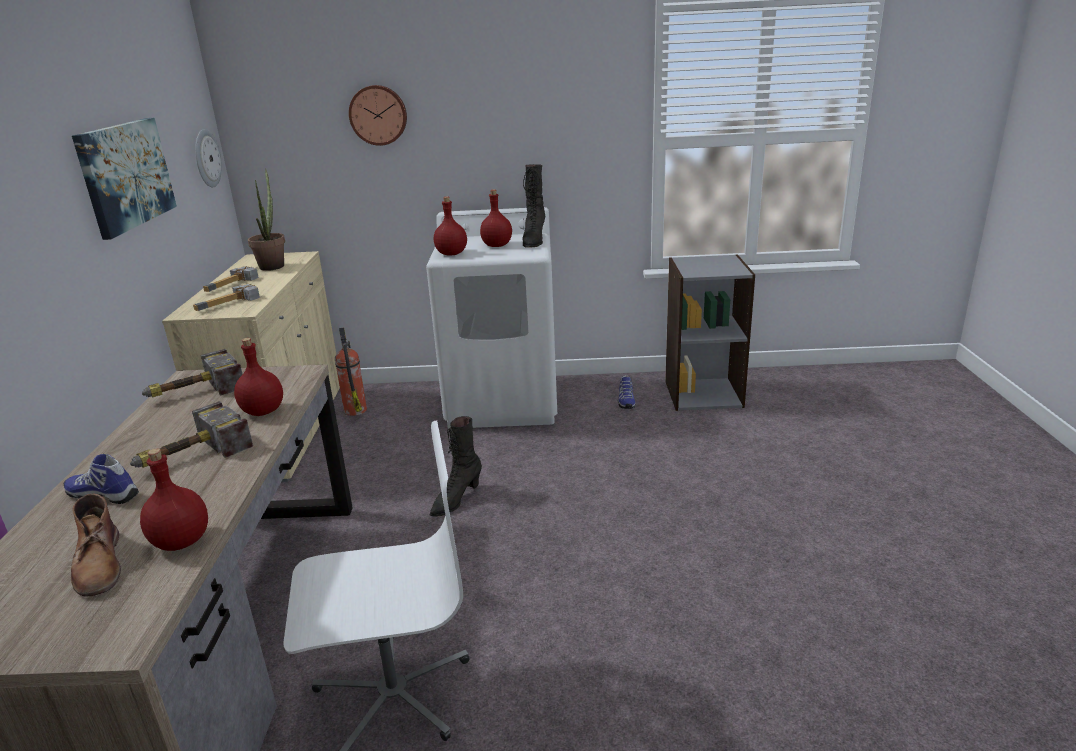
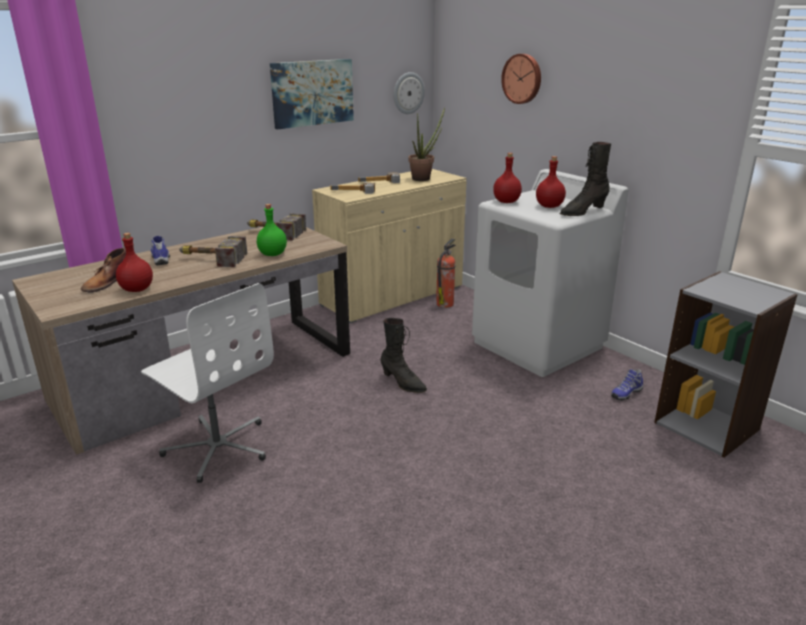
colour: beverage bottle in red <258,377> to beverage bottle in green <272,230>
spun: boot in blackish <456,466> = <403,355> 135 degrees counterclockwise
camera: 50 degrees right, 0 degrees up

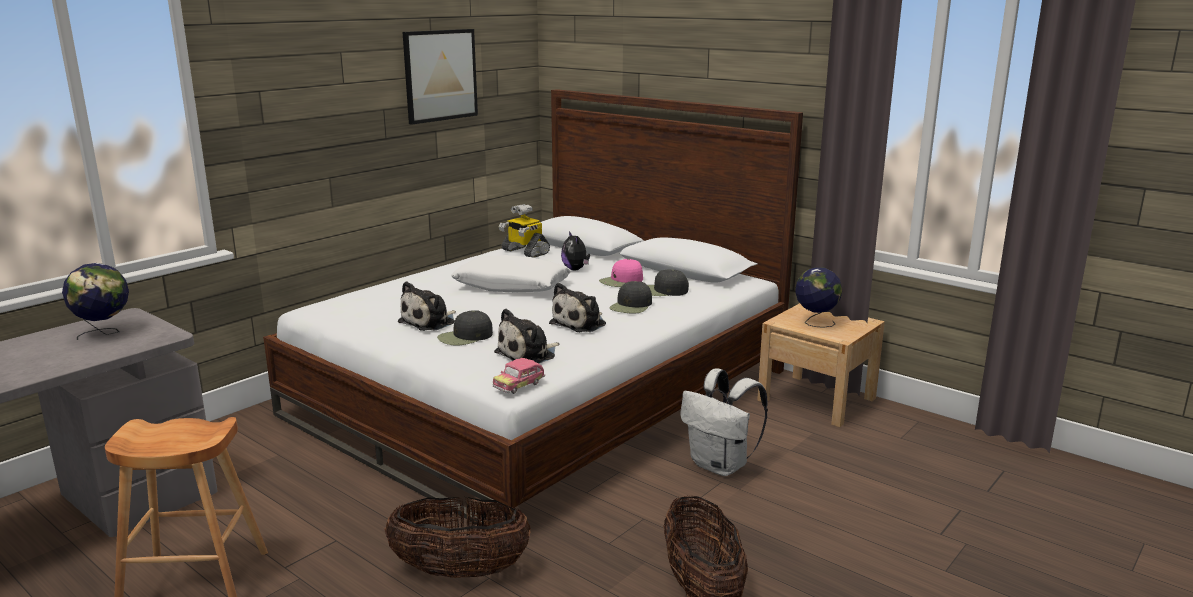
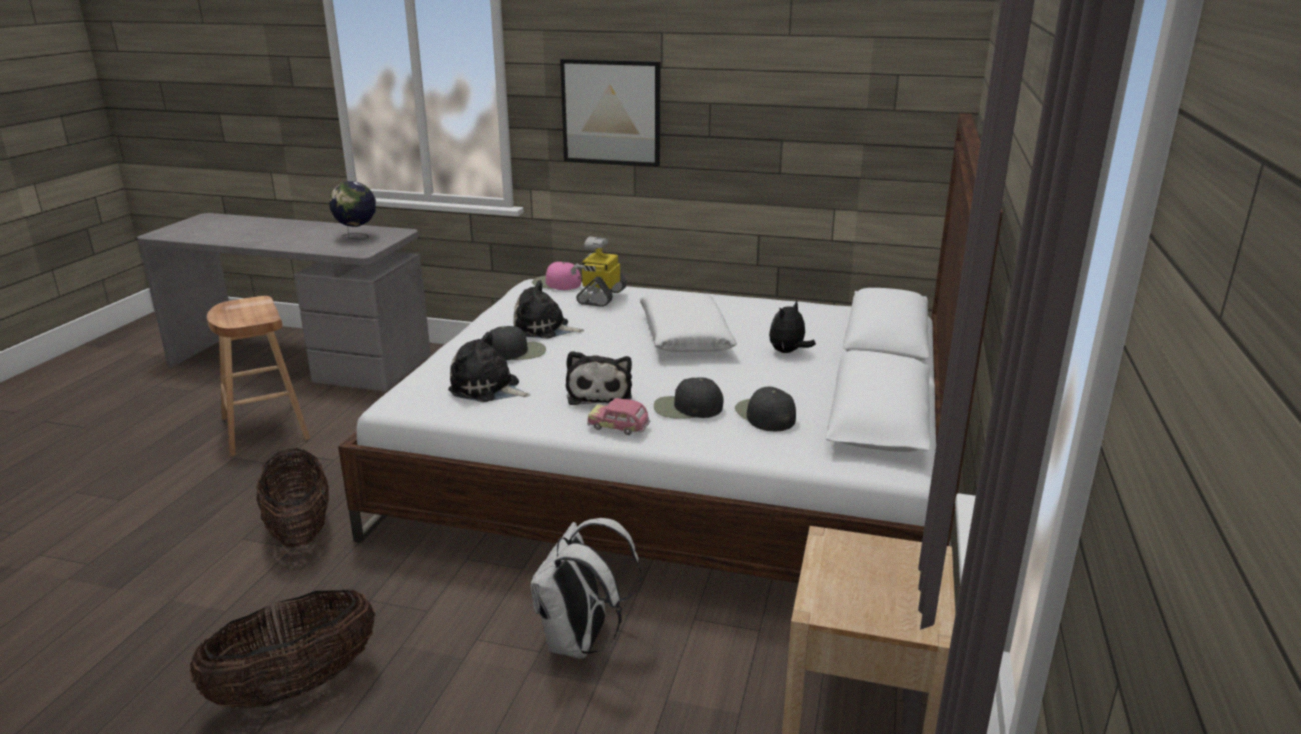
missing: desk globe <818,297>
relocated: cap in pink-coloured <621,273> to <556,276>; wall art <440,77> to <610,113>; toy robot <524,231> to <599,272>; model car <519,376> to <619,416>
spun: cap in blackish <465,328> = <518,343> 135 degrees clockwise; soft toy <577,307> = <599,378> 105 degrees counterclockwise
camera: 65 degrees right, 5 degrees up

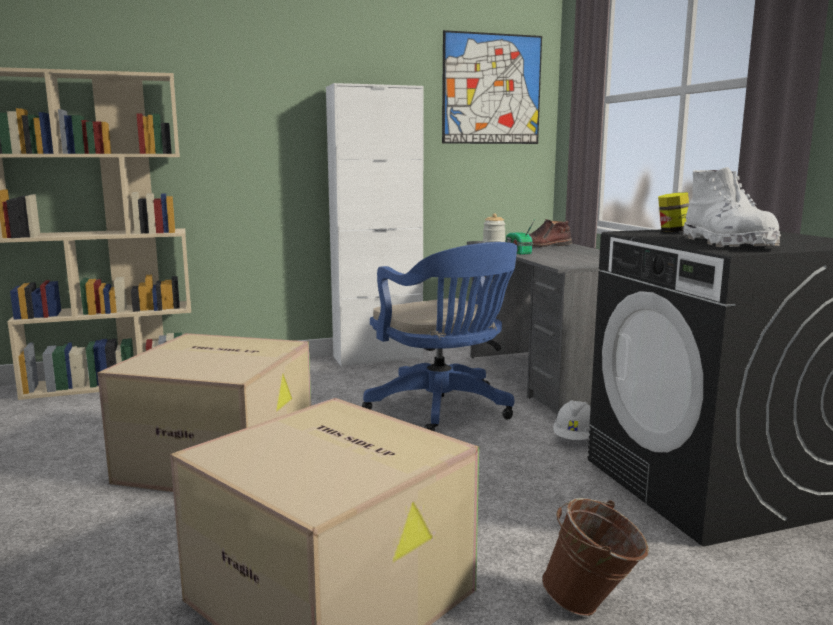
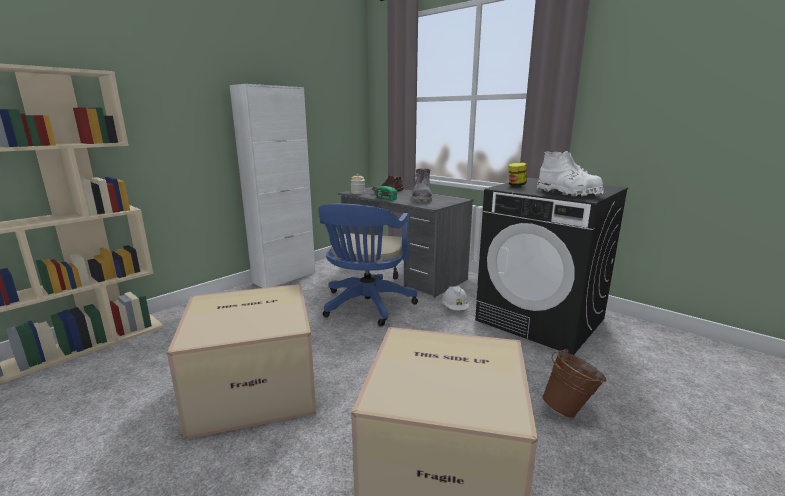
missing: wall art <492,87>
appeared: boot in greyish <421,185>
spun: office chair in blue <439,336> = <368,265> 75 degrees clockwise
camera: 30 degrees left, 5 degrees up

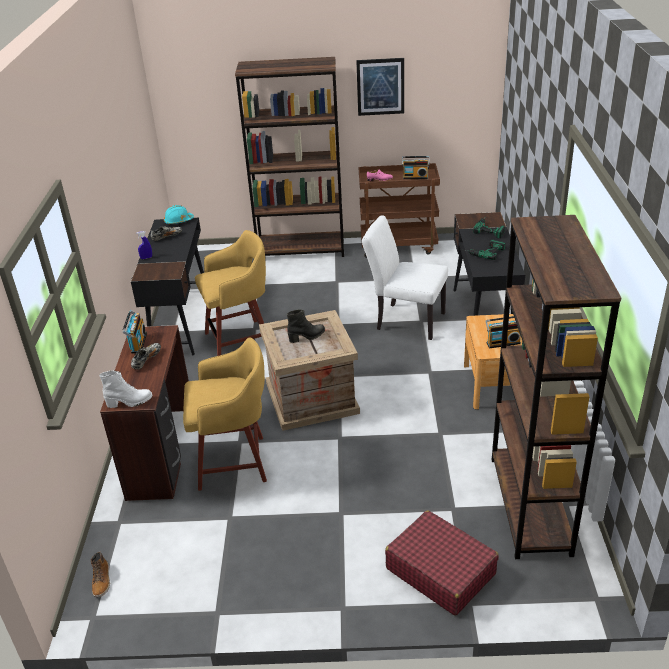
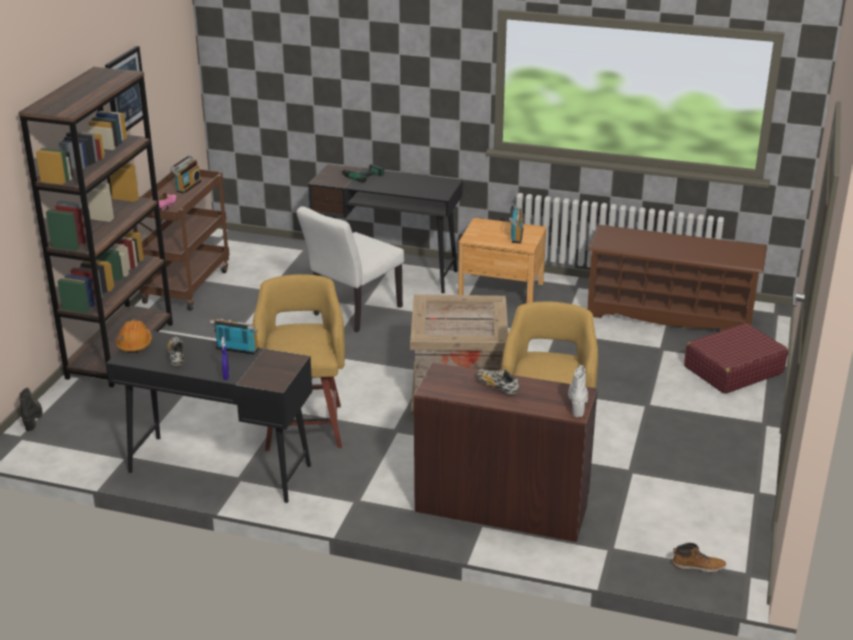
missing: electric drill <483,250>
relocated: boot in blackish <306,326> to <31,409>; radio set <134,332> to <234,337>
exchanged: bookshelf in brown <556,387> to shoe rack in brown <677,277>
colour: work helmet in blue-green <179,215> to work helmet in orange <134,336>
camera: 75 degrees left, 5 degrees down

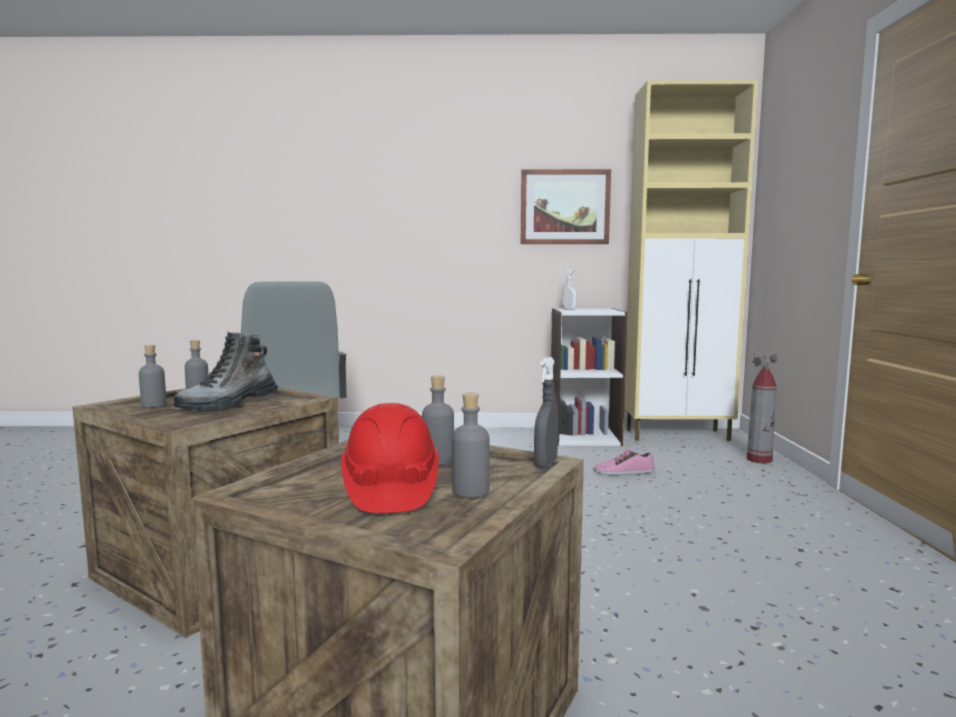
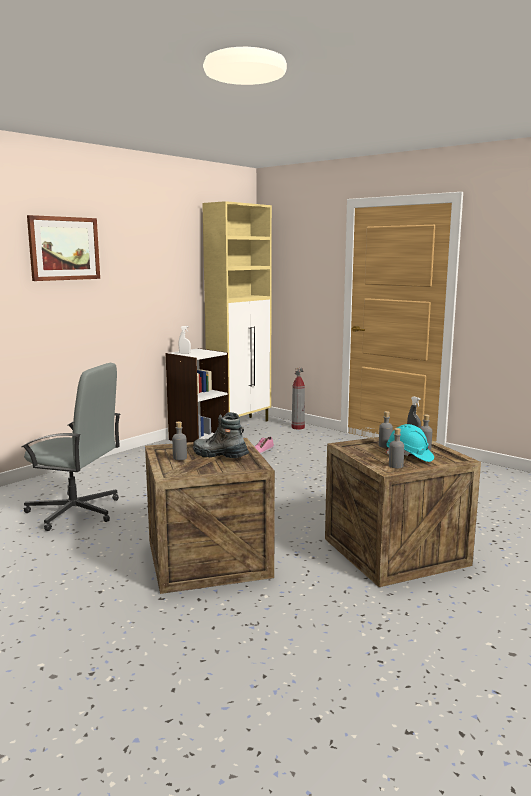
relocated: wall art <566,206> to <63,248>; beverage bottle in greyish <153,376> to <396,448>
colour: work helmet in red <390,458> to work helmet in blue-green <410,443>
spun: boot <225,372> = <221,435> 135 degrees clockwise
camera: 50 degrees left, 5 degrees up

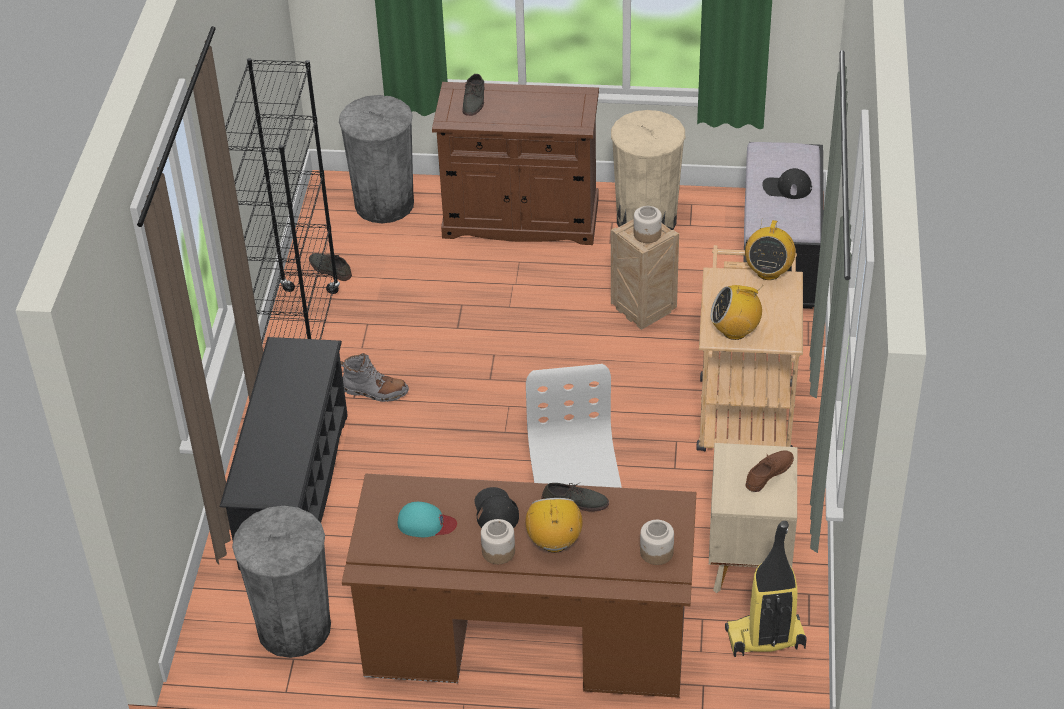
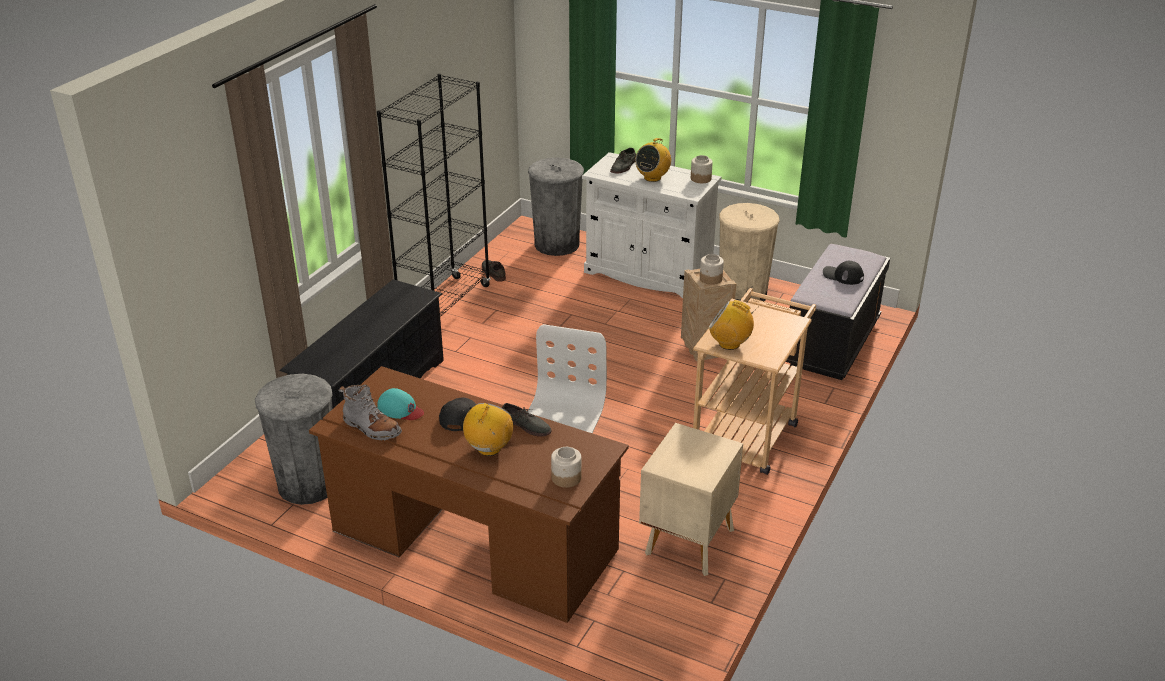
missing: hoover <766,589>; low shoe in brown <769,471>
relocated: boot in greyish <375,377> to <370,412>; radio set <770,250> to <653,160>; preserve jar <498,541> to <702,169>
colour: cupboard in brown <515,163> to cupboard in whitish <652,225>
camera: 20 degrees right, 10 degrees down

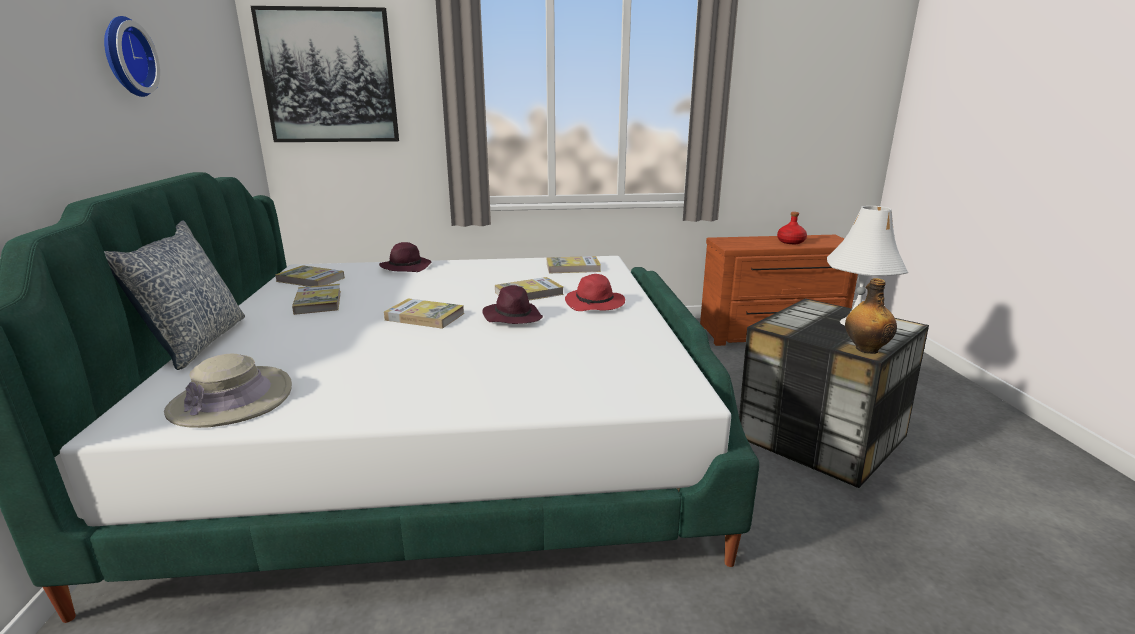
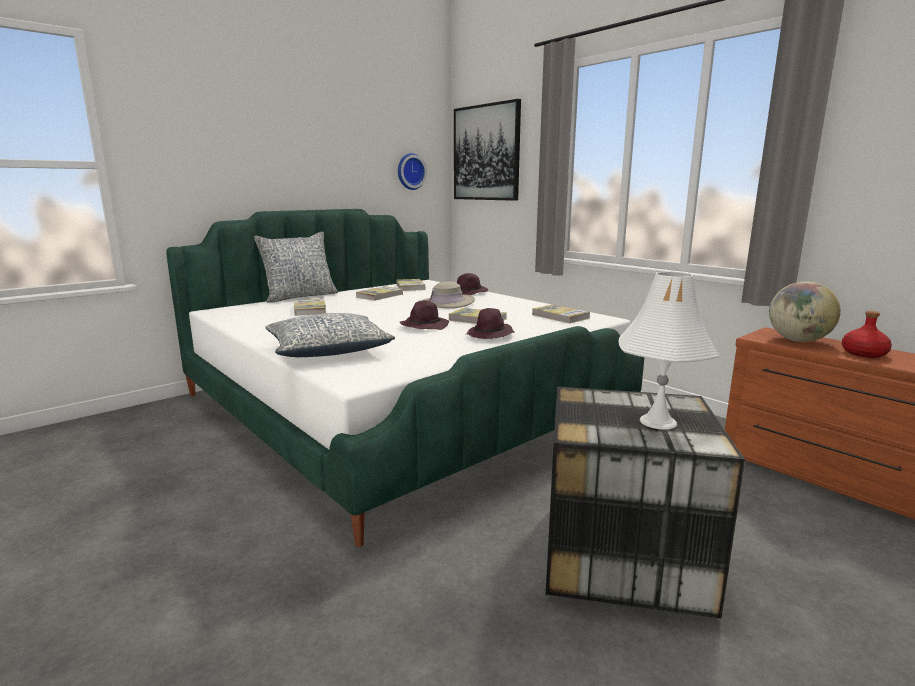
missing: beverage bottle <871,316>
appeared: throw pillow <330,335>; desk globe <805,311>
relocated: bound book <424,313> to <310,307>; clock on the wall <132,56> to <412,171>; clothing hat in sand-coloured <228,390> to <448,295>
colour: clothing hat in red <595,292> to clothing hat in purplish <491,323>
camera: 55 degrees right, 5 degrees down

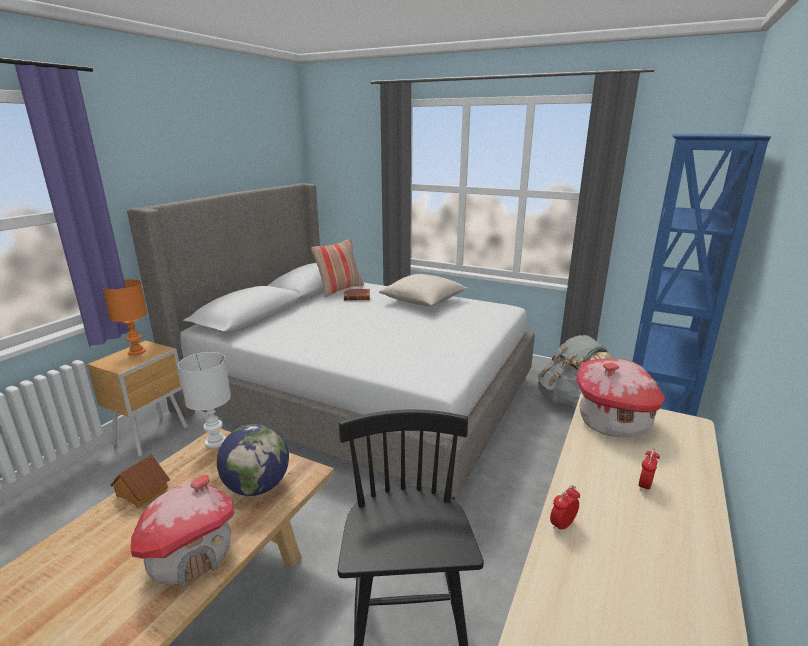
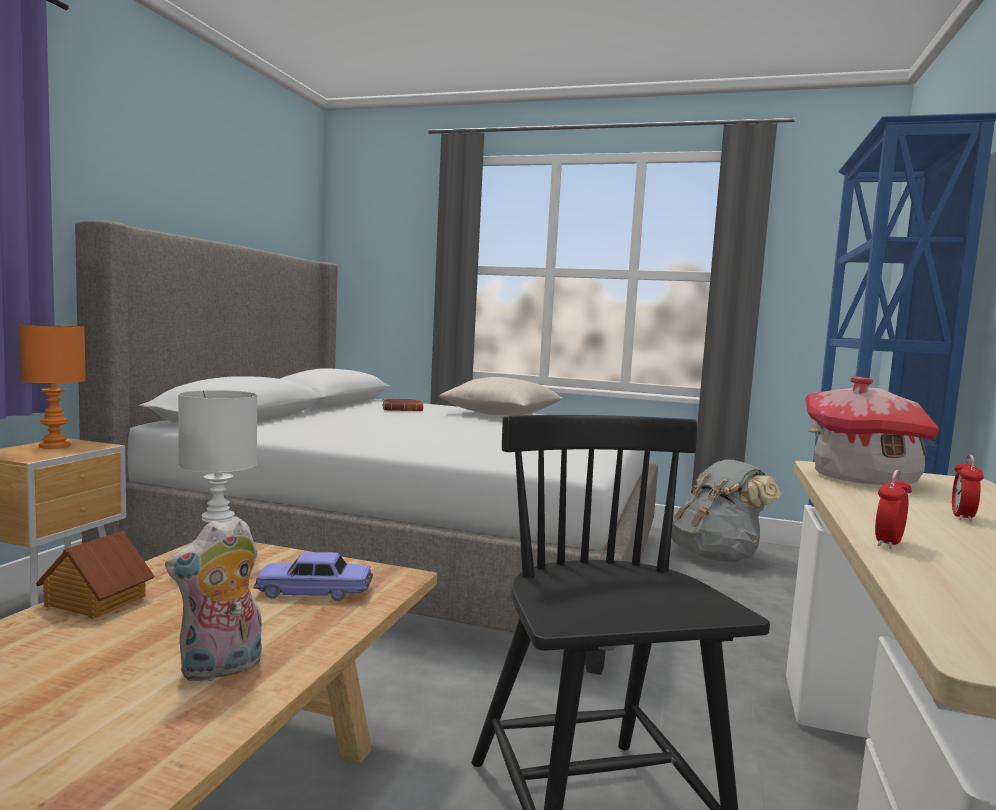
missing: throw pillow <337,268>
exchanged: model house <182,531> to soft toy <213,599>; desk globe <253,460> to model car <313,576>
camera: 10 degrees left, 15 degrees down

